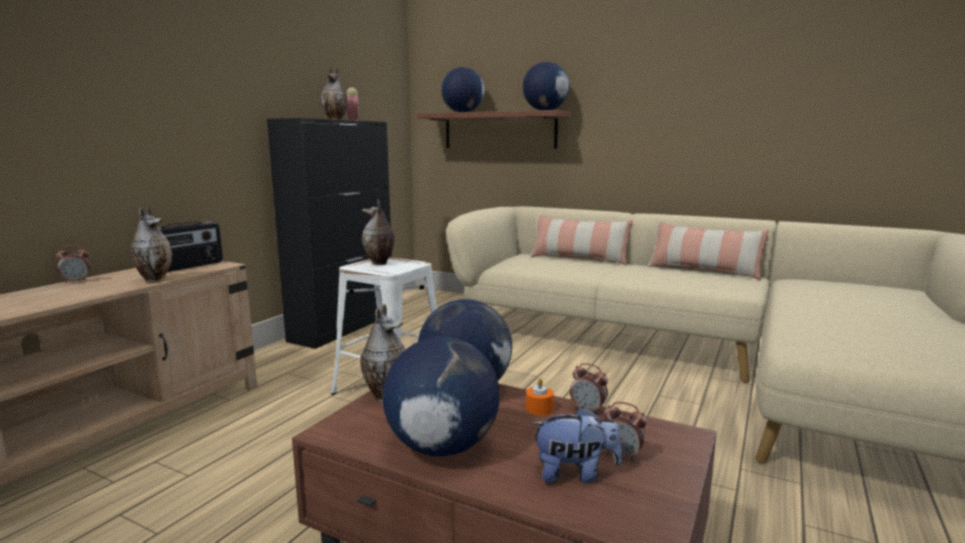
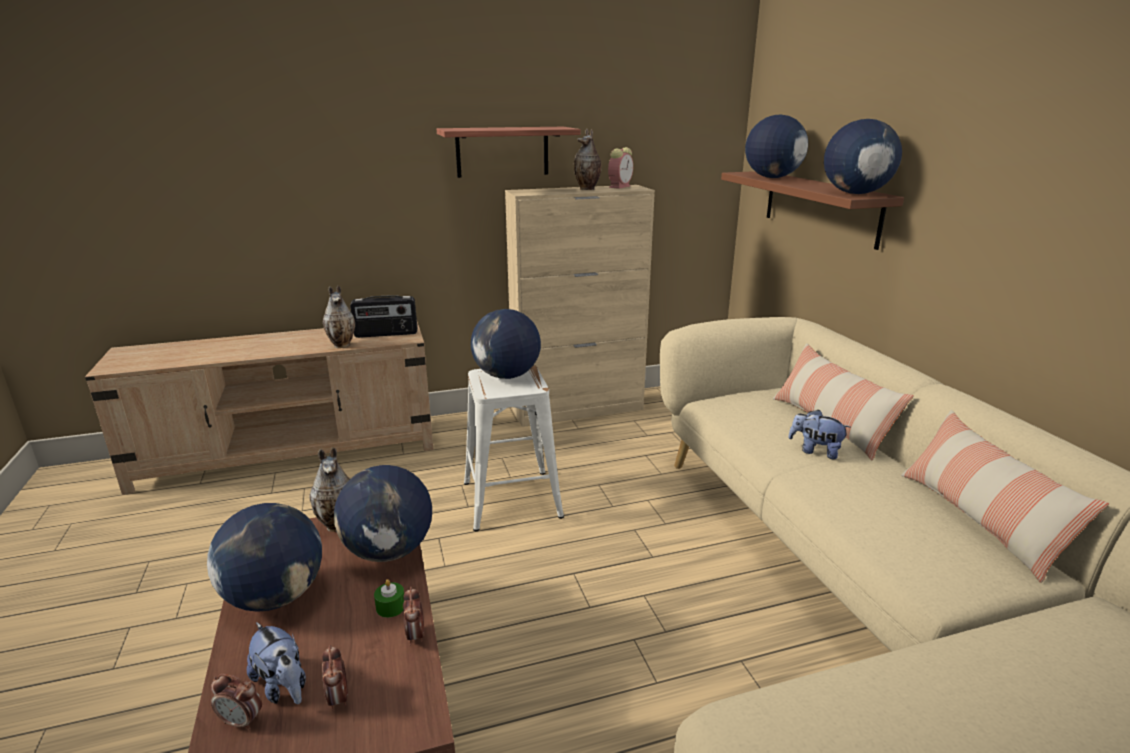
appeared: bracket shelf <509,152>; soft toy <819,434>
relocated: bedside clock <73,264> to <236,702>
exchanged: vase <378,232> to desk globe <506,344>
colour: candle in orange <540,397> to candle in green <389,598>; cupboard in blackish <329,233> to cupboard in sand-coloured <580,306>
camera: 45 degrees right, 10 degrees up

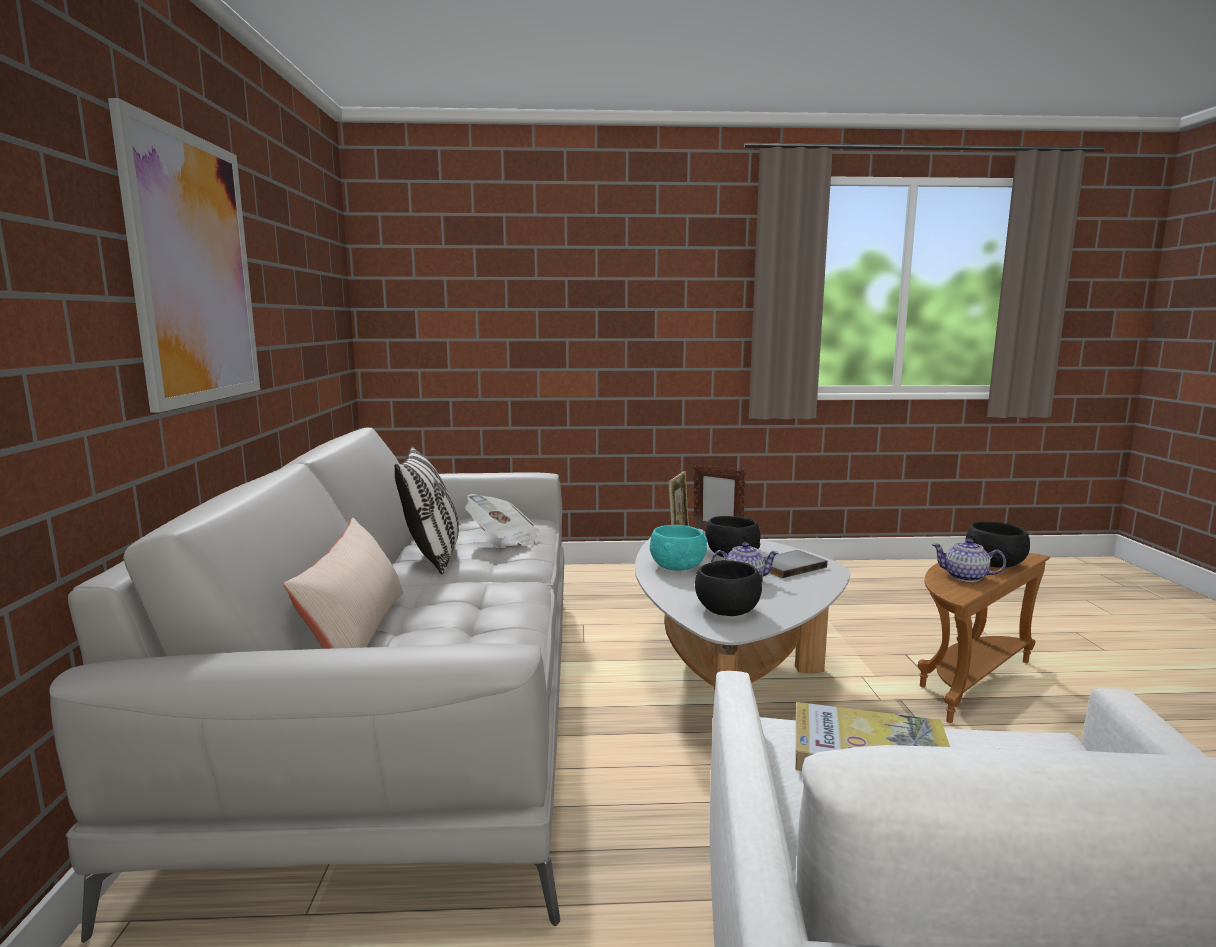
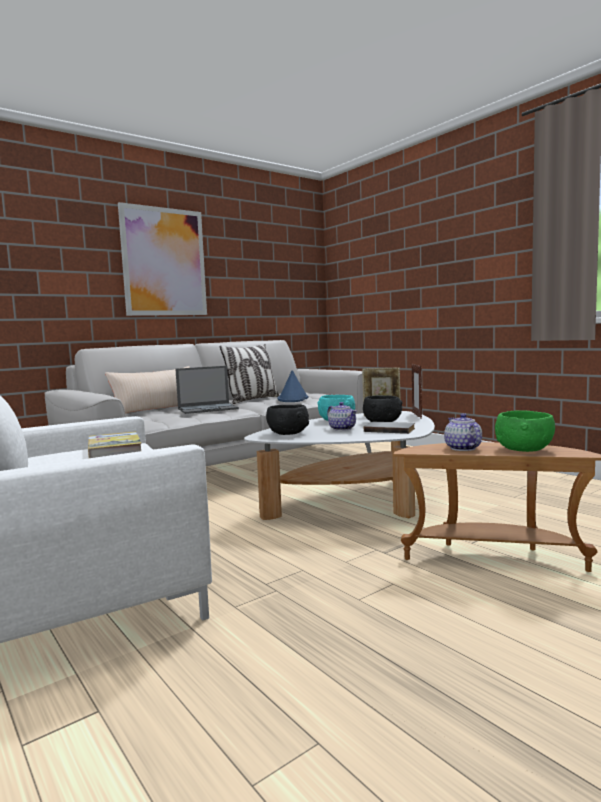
appeared: portable computer <207,390>
exchanged: printed paper <502,520> to clothing hat in blue <292,386>
colour: deep dish in blackish <997,544> to deep dish in green <525,431>
camera: 55 degrees right, 5 degrees down

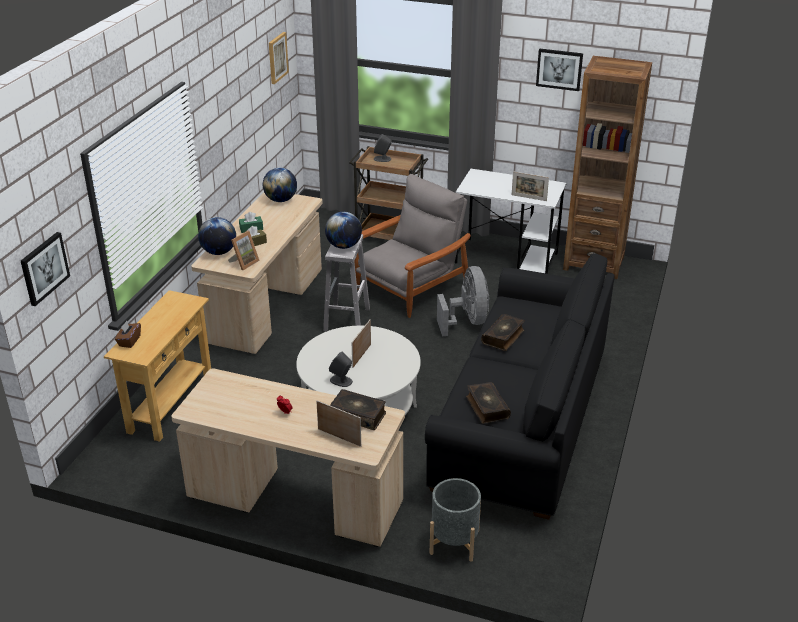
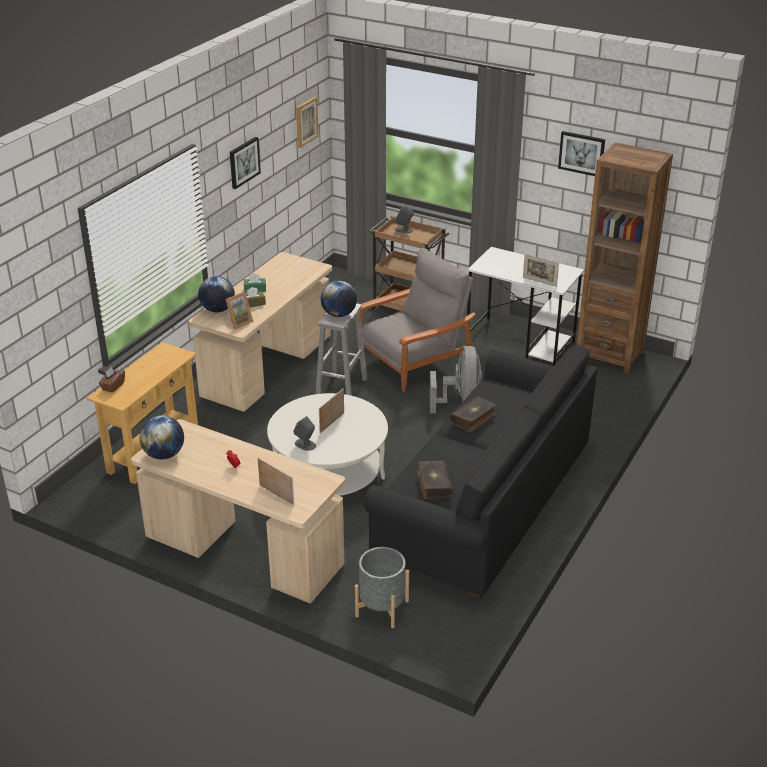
missing: bound book <358,409>
relocated: desk globe <280,185> to <162,438>; wall art <45,269> to <245,163>
camera: 10 degrees right, 0 degrees up

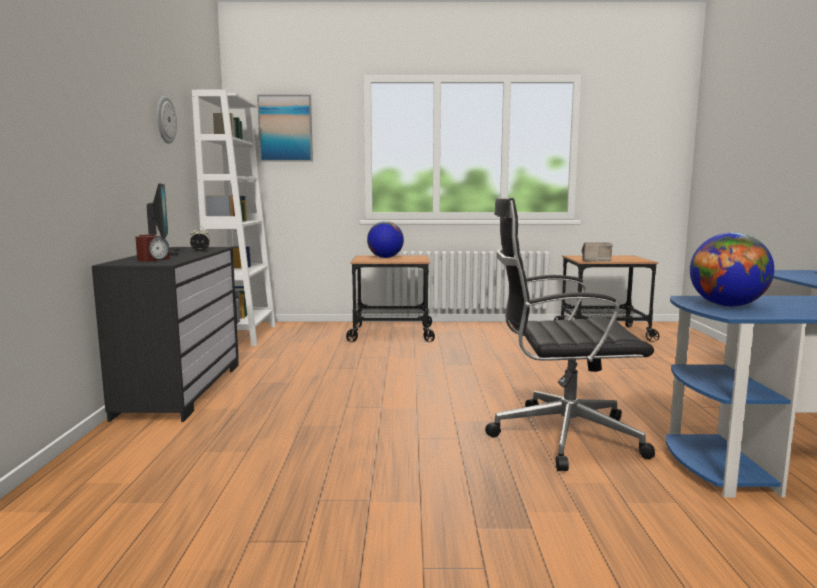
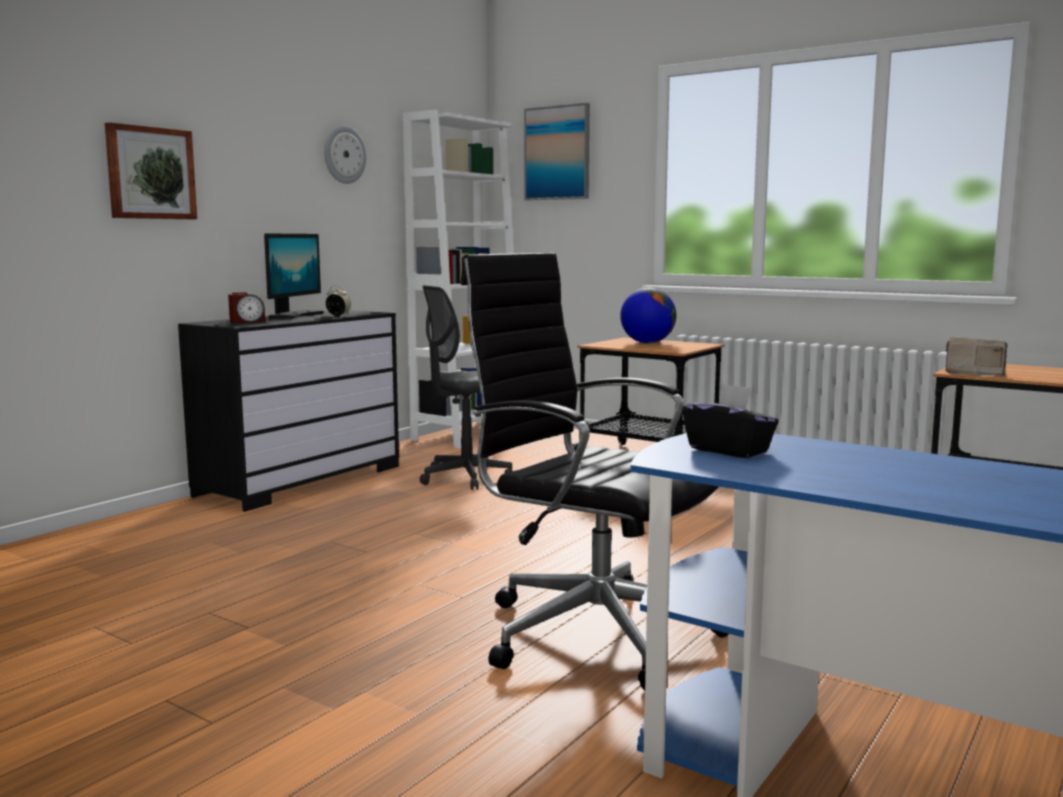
appeared: wall art <151,170>; office chair in greyish <466,388>
exchanged: desk globe <732,269> to tissue holder in blackish <730,421>
camera: 35 degrees right, 0 degrees up

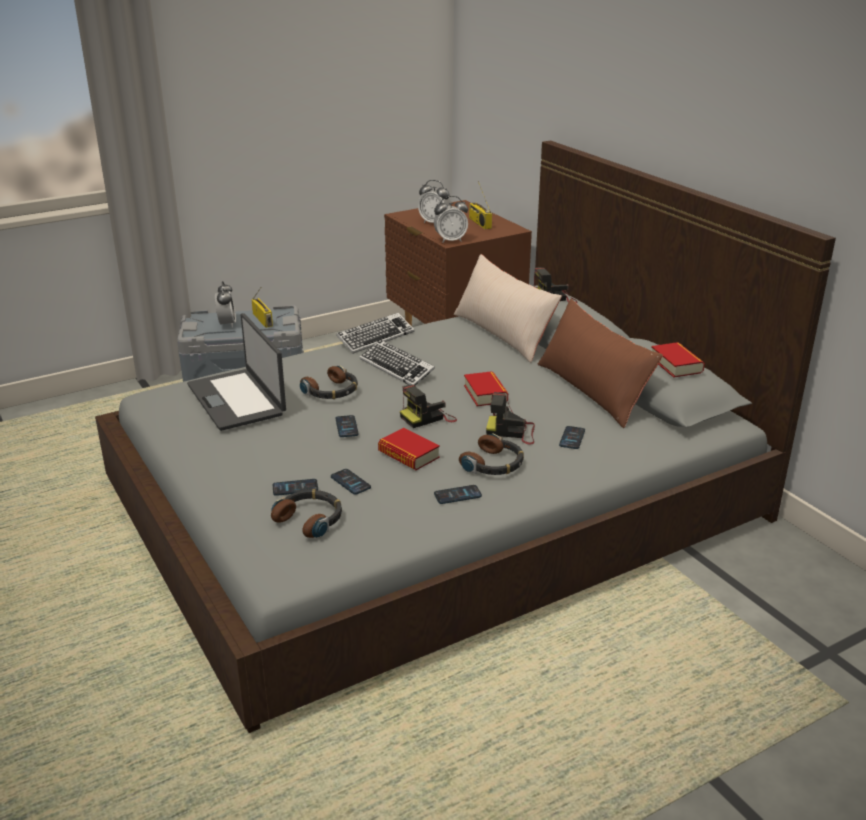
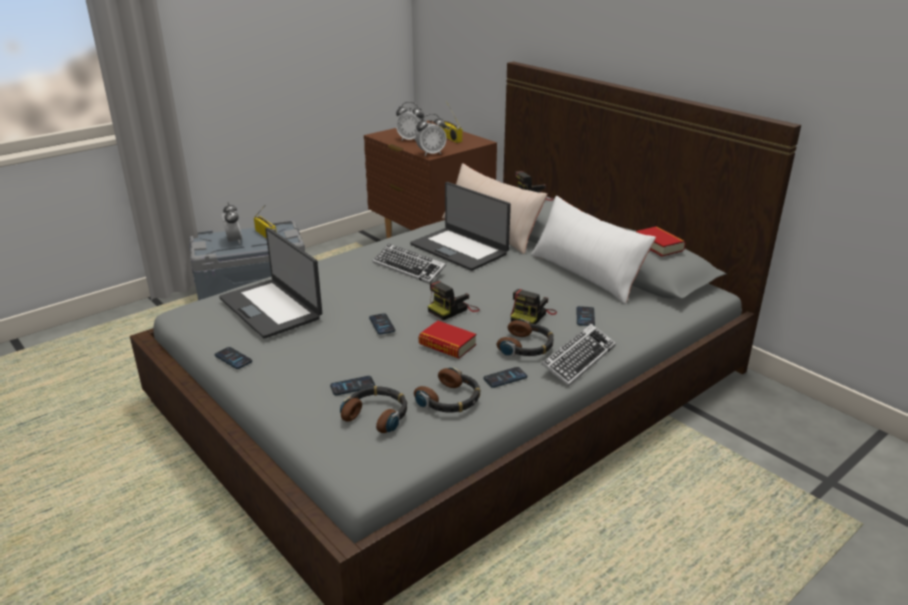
missing: bound book <486,388>
appeared: portable computer <460,226>
relocated: telephone <351,482> to <233,358>; headset <329,382> to <447,389>; keyboard <375,333> to <579,355>
colour: throw pillow in brown <600,363> to throw pillow in whitish <593,249>
spun: still camera <510,418> = <533,306> 60 degrees counterclockwise
camera: 10 degrees left, 0 degrees up

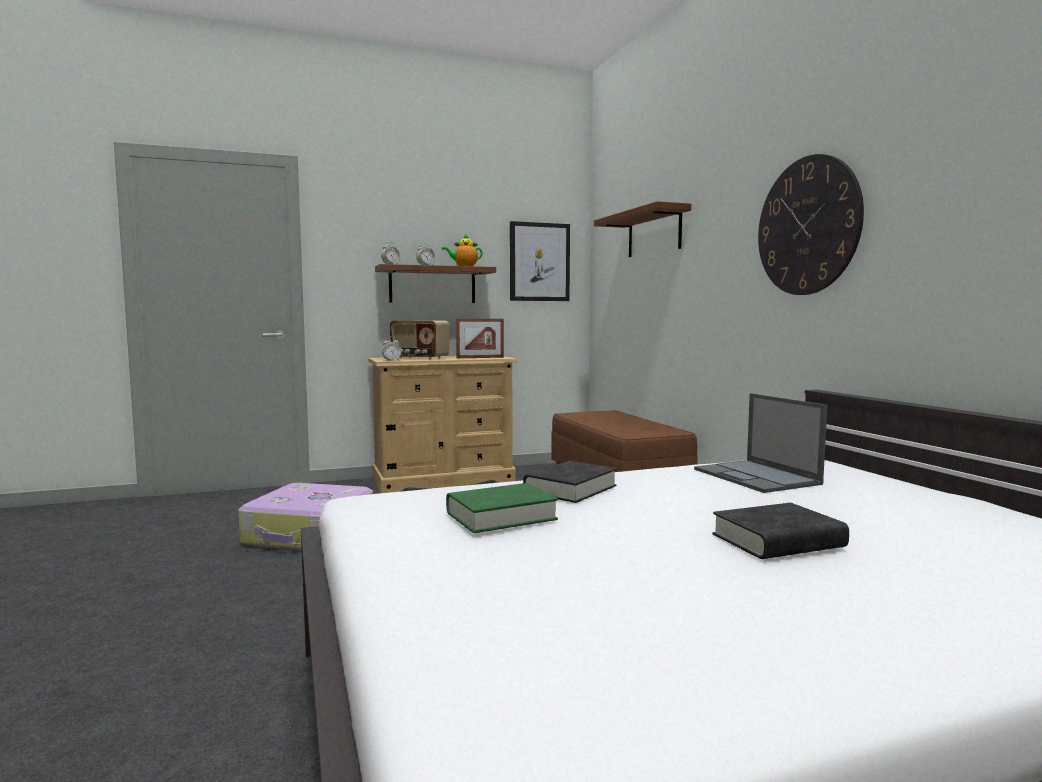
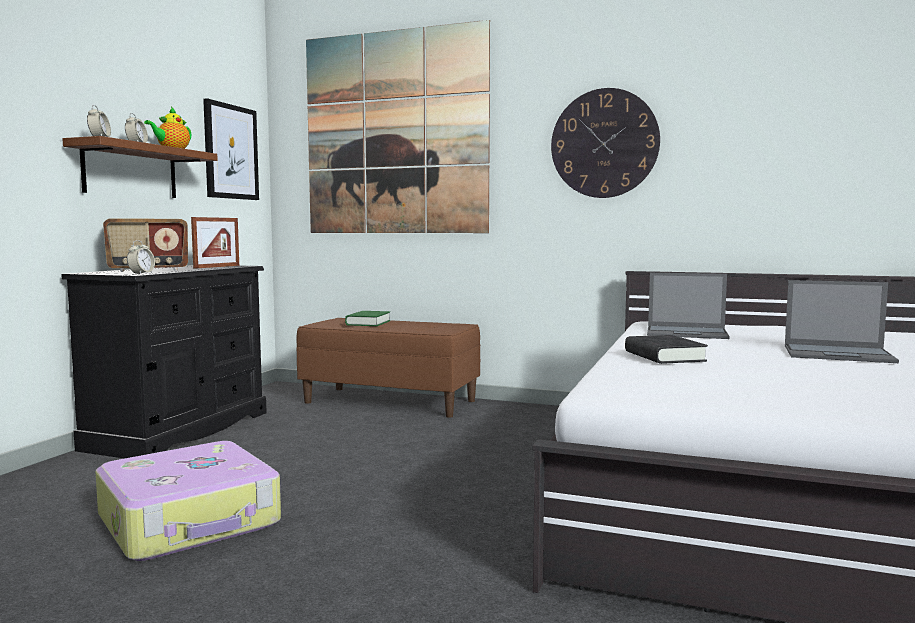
relocated: bound book in green <502,508> to <367,318>
exchanged: bracket shelf in brown <642,229> to wall art <398,126>; bound book in blackish <780,531> to portable computer <842,321>
colour: chest of drawers in sand-coloured <442,424> to chest of drawers in blackish <164,361>
camera: 50 degrees left, 0 degrees up

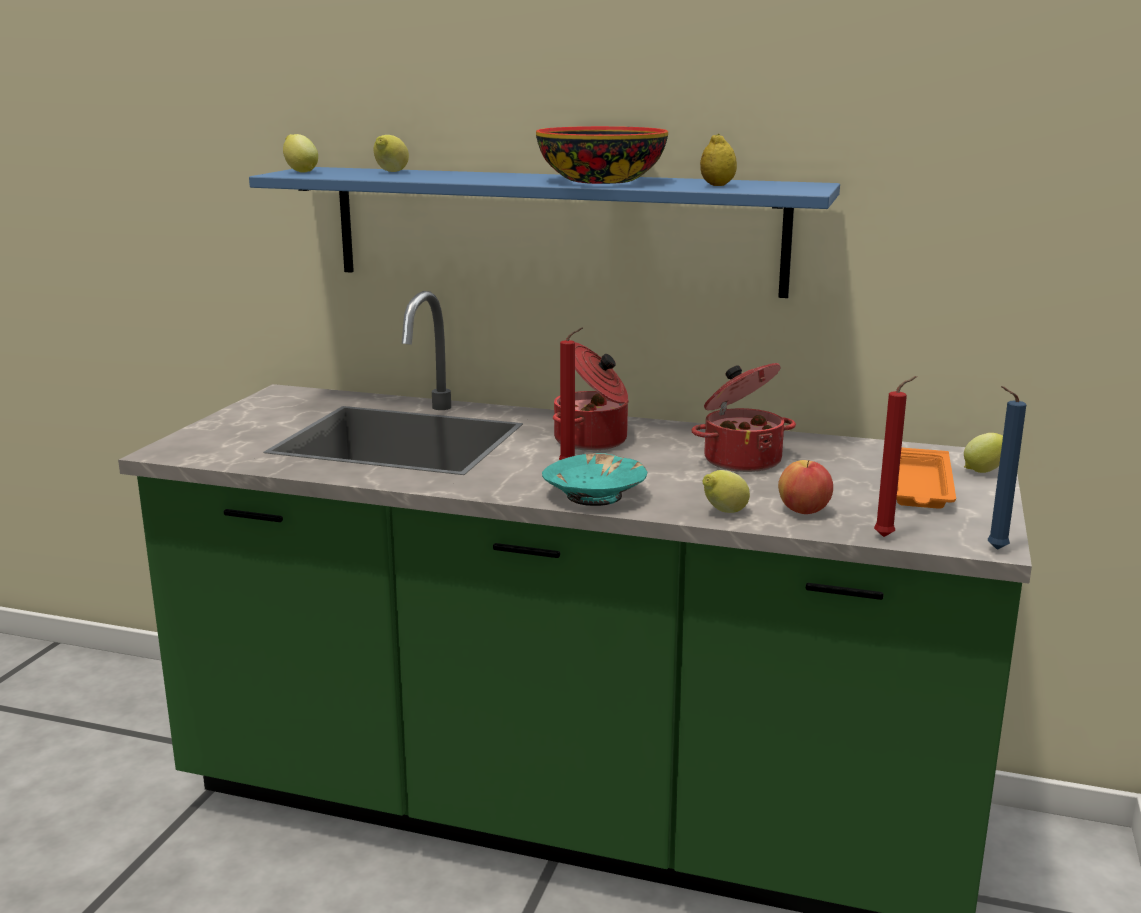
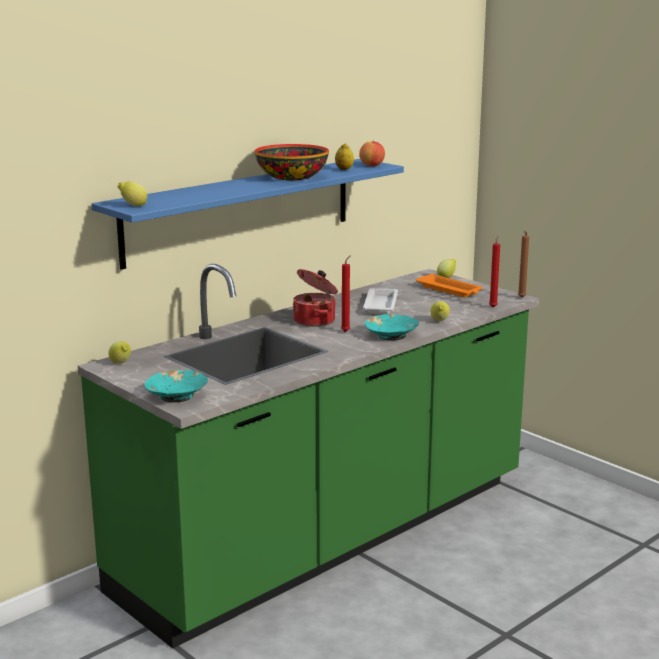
appeared: deep dish in blue-green <176,386>
relocated: lemon <391,153> to <119,352>; apple <805,487> to <372,153>
exchanged: saucepot <743,417> to serving tray in whitish <380,301>
colour: candle in blue <1007,468> to candle in brown <523,264>
camera: 60 degrees left, 0 degrees up

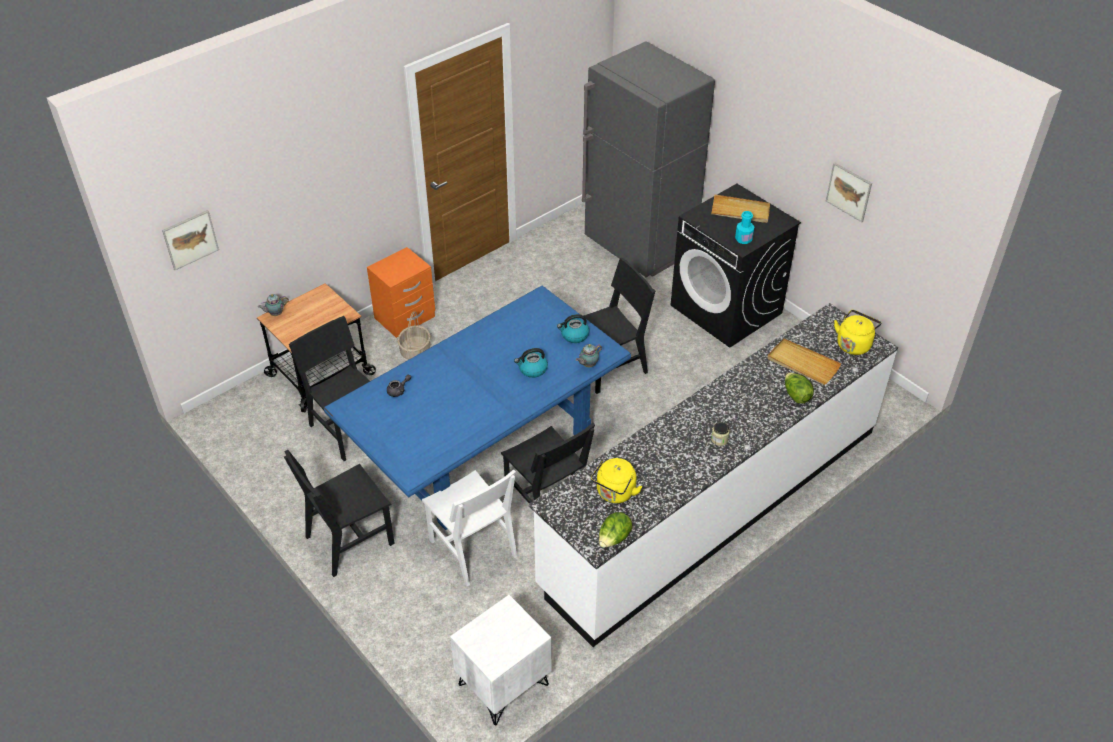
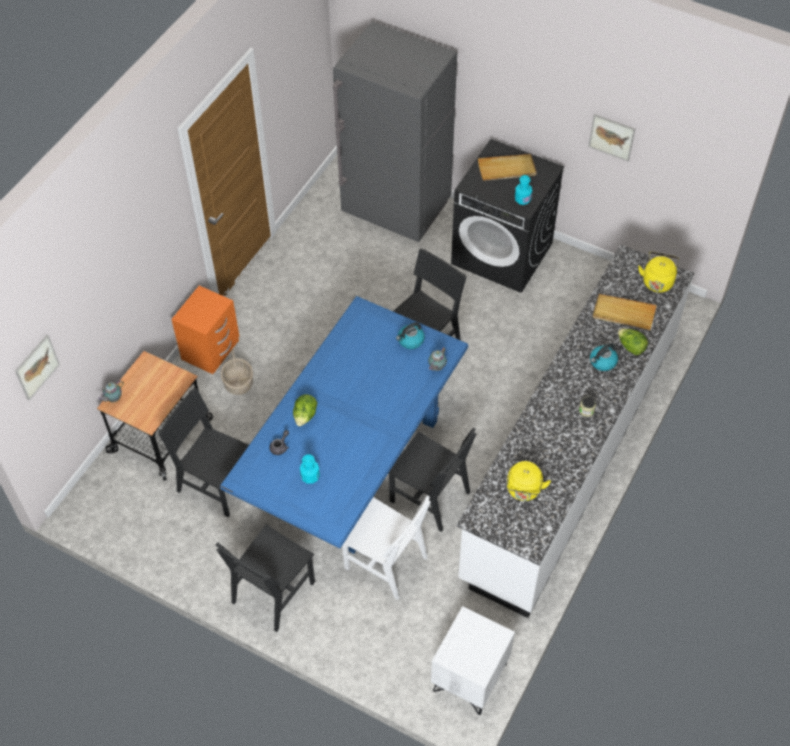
appeared: beverage bottle in blue-green <310,469>
relocated: lettuce <615,530> to <305,410>; tea kettle <531,363> to <604,357>
camera: 20 degrees left, 10 degrees up

